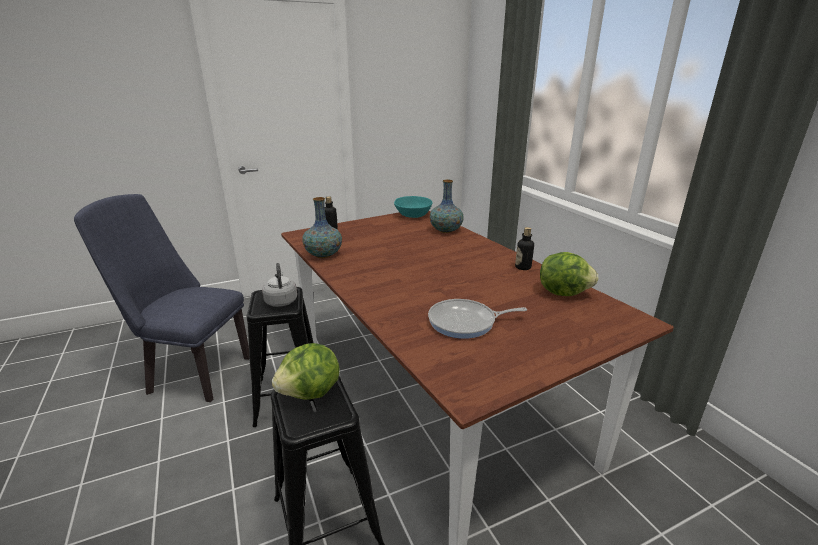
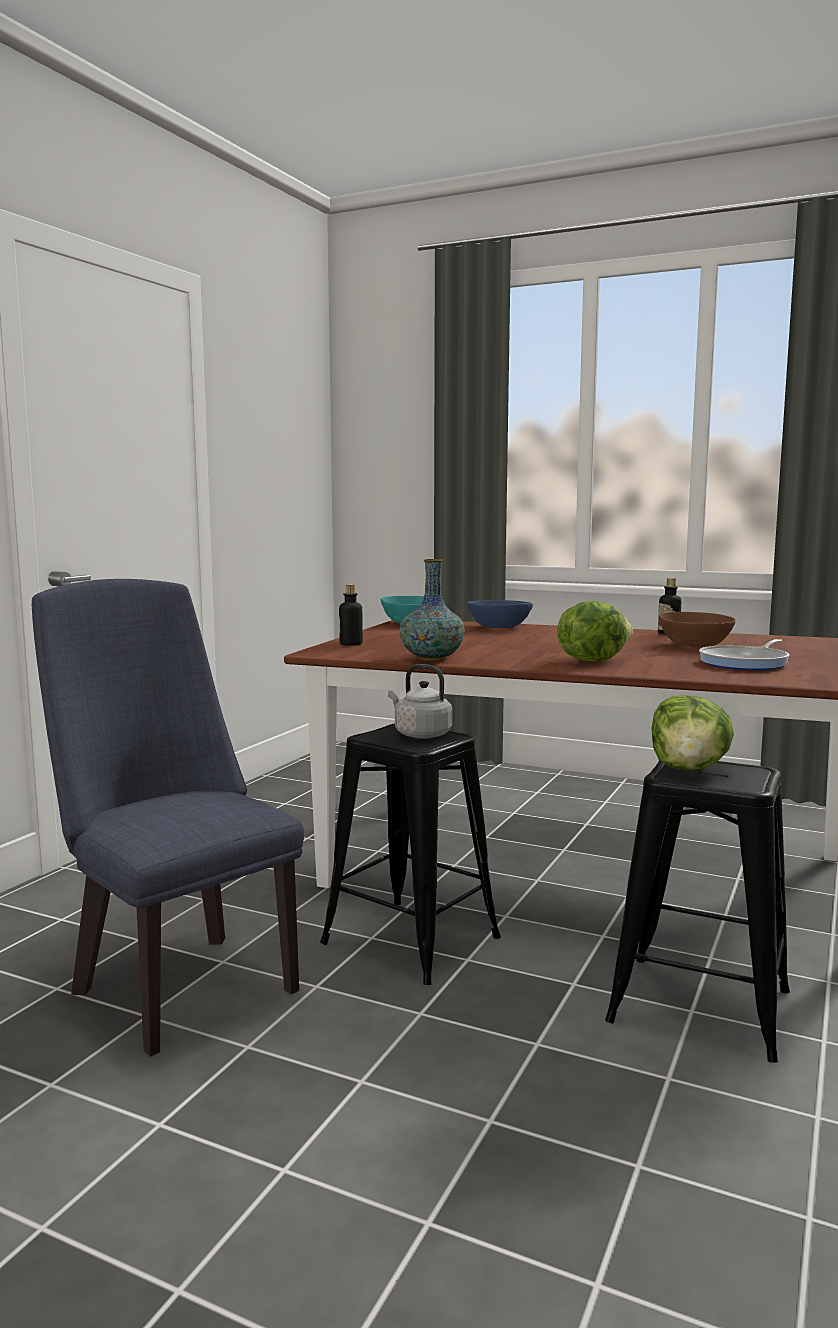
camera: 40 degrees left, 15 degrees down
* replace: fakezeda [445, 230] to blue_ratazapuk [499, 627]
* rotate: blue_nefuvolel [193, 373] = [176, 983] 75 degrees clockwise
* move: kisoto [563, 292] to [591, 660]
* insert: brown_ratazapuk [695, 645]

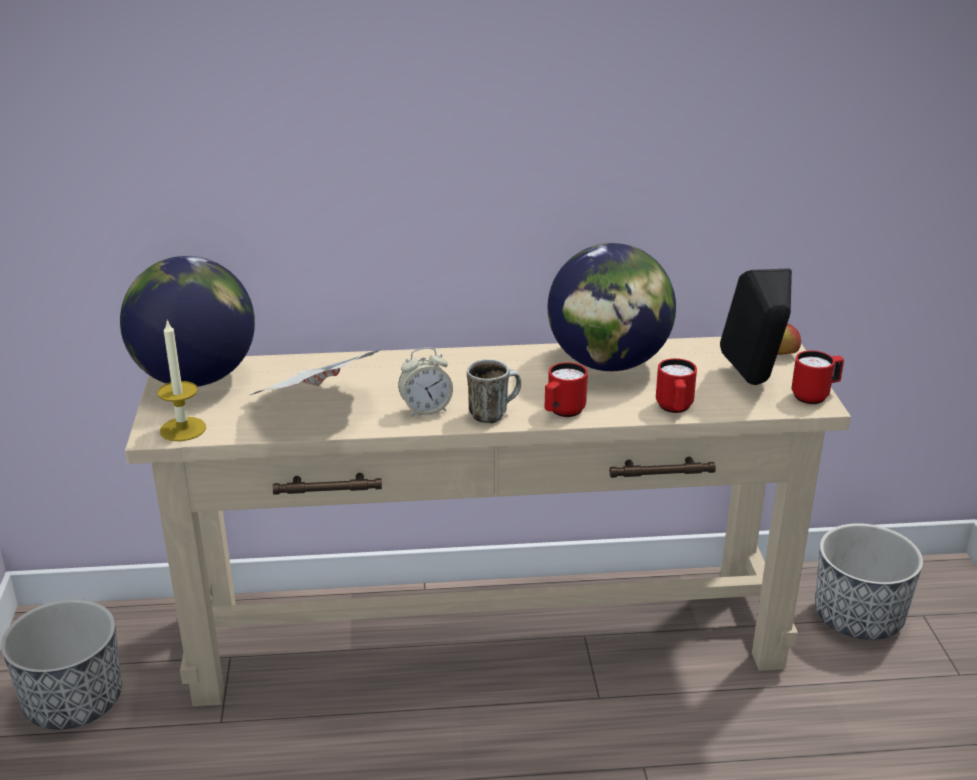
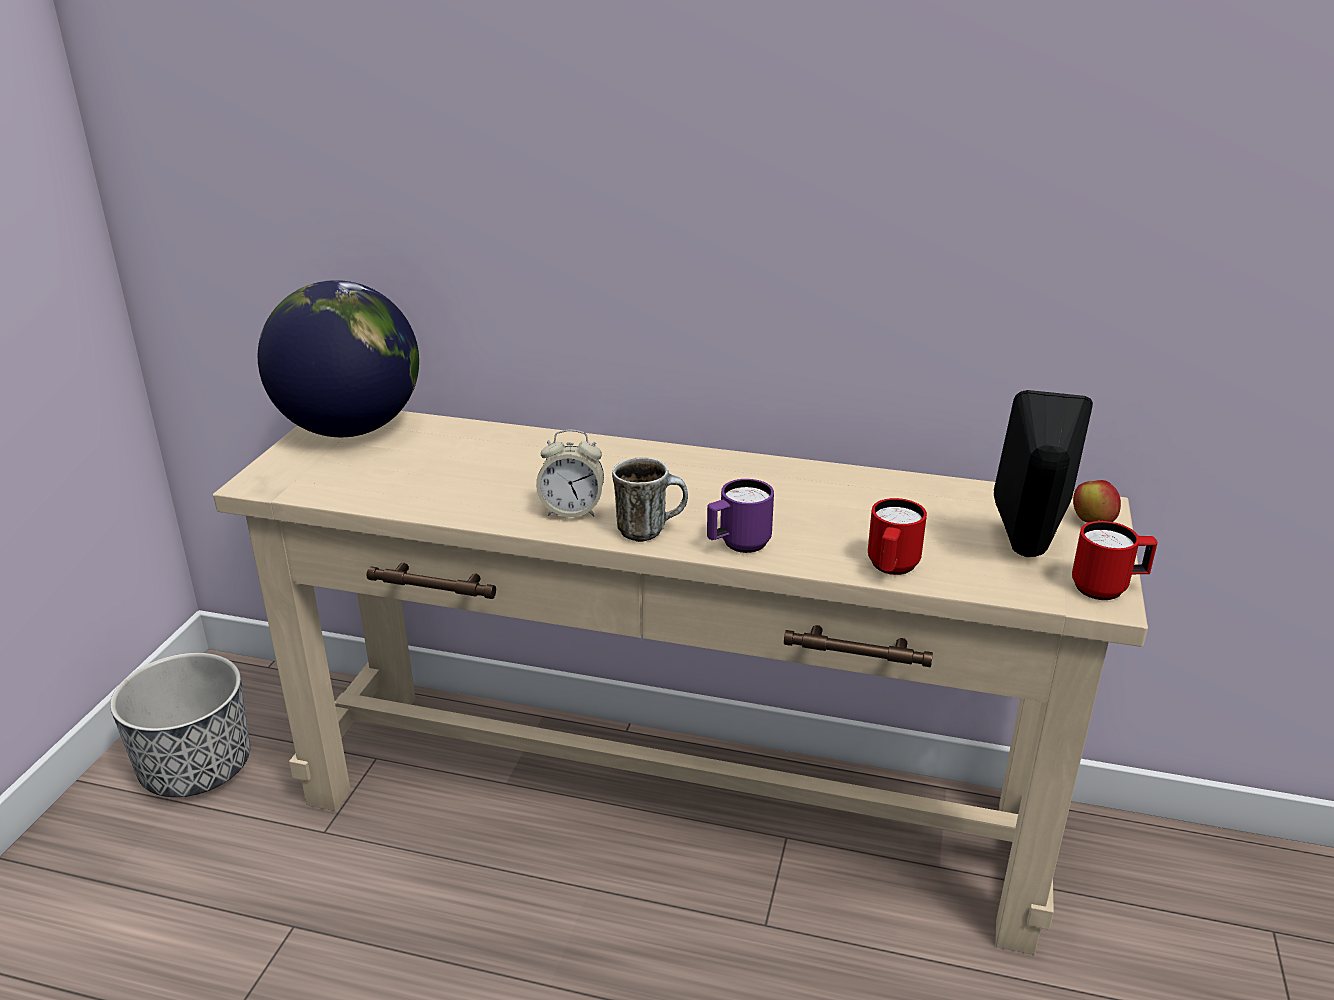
camera: 20 degrees right, 0 degrees up
* delete: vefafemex [608, 364]
* delete: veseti [183, 429]
* delete: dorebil [315, 406]
* recolor: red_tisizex [562, 412] to purple_tisizex [738, 545]
* delete: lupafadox [859, 617]

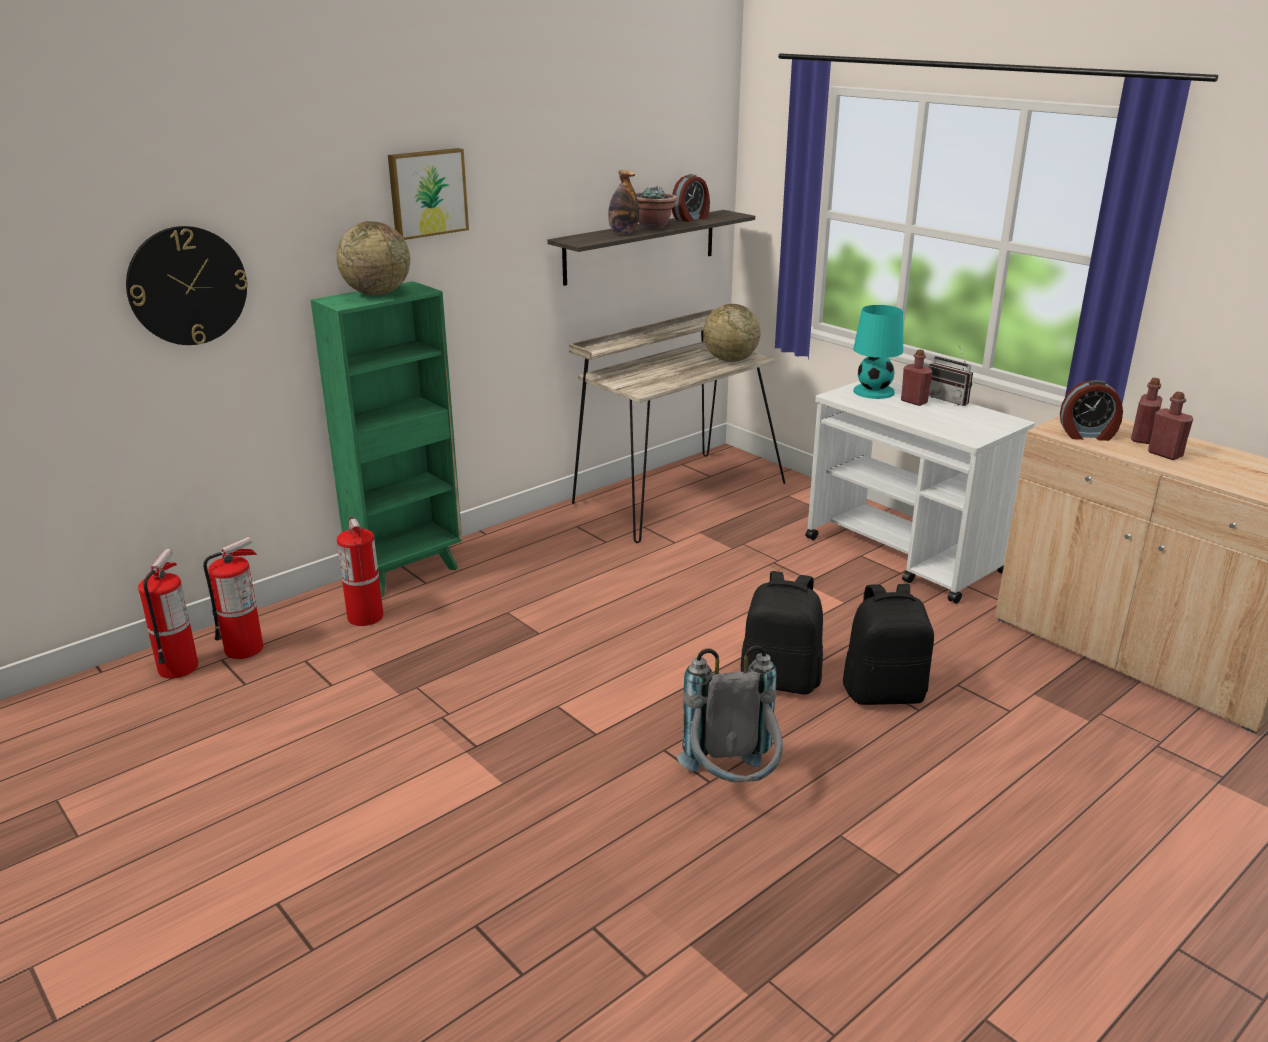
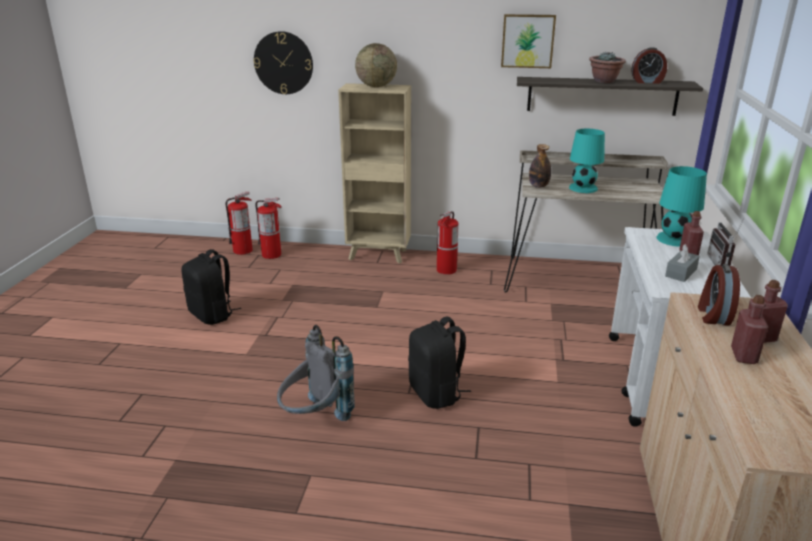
camera: 50 degrees right, 0 degrees up
* move: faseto [427, 193] to [527, 41]
* move: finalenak [623, 233] to [538, 186]
* recolor: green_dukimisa [408, 572] to beige_dukimisa [379, 255]
* delete: vefafemex [730, 360]
* rotate: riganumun [1087, 435] = [713, 315] 45 degrees clockwise
* move: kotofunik [365, 617] to [446, 270]
* move: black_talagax [884, 693] to [212, 315]
* insert: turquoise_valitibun [583, 188]
* insert: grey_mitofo [681, 273]

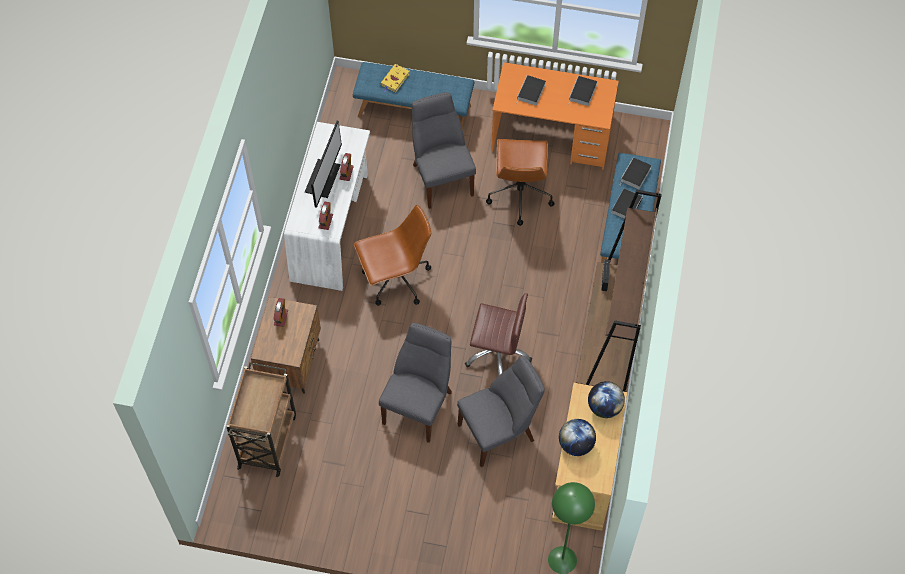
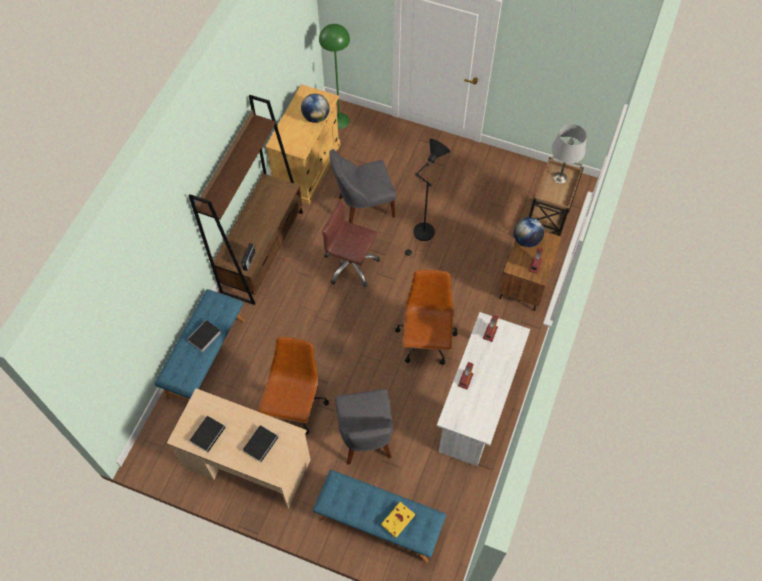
camera: 170 degrees left, 0 degrees up
* recolor: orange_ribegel [551, 139] to beige_ribegel [247, 463]
* delete: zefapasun [323, 178]
* delete: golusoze [635, 175]
* rotate: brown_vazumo [395, 280] = [426, 341] 105 degrees clockwise
* replace: grey_nefuvolel [419, 405] to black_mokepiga [422, 235]
* move: vefafemex [604, 407] to [526, 240]
* insert: grey_valitibun [560, 178]

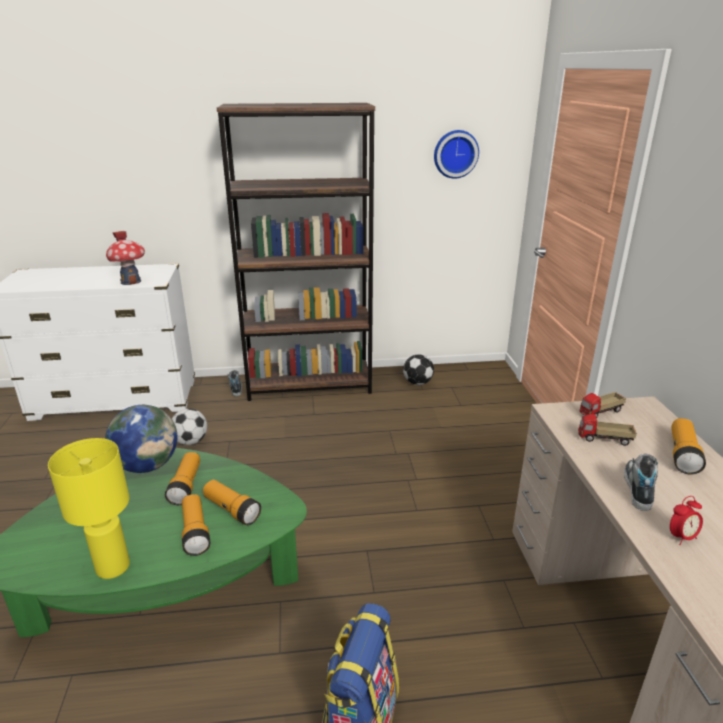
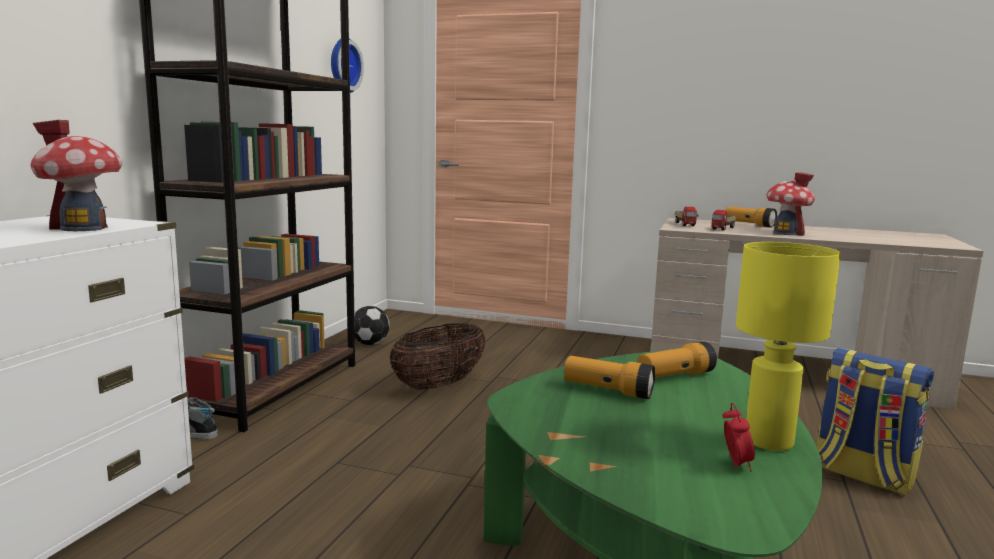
camera: 65 degrees left, 15 degrees down
* delete: vefafemex [147, 465]
* delete: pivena [190, 441]
* replace: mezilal [637, 488] to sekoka [786, 233]
* delete: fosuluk [195, 532]
* move: riganumun [681, 537] to [735, 465]
* insert: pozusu [439, 385]

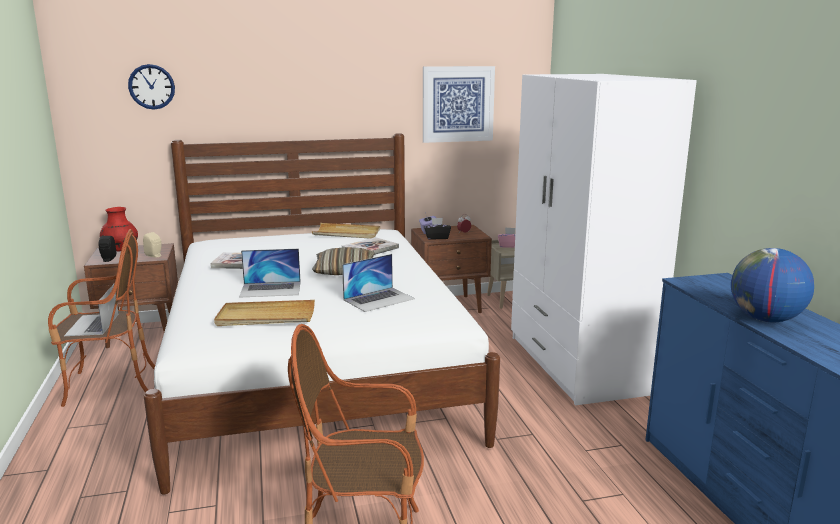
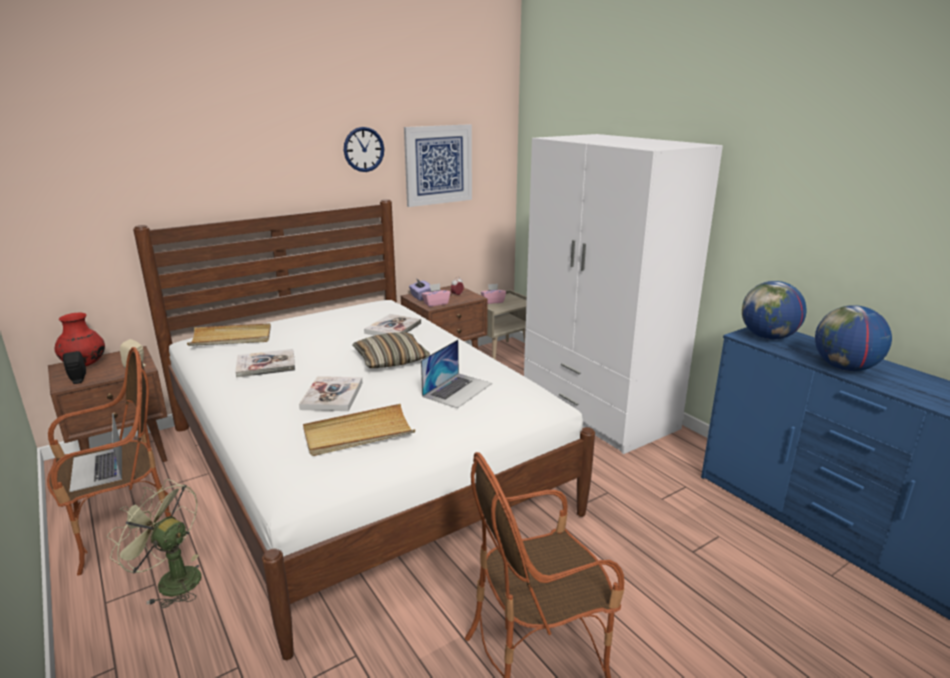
camera: 20 degrees left, 5 degrees up
* move: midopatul [151, 87] to [363, 149]
* recolor: black_mitofo [437, 237] to pink_mitofo [436, 303]
* move: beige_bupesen [347, 233] to [231, 338]
* replace: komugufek [271, 289] to golusoze [332, 395]
* insert: vefafemex [768, 337]
* insert: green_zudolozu [171, 580]

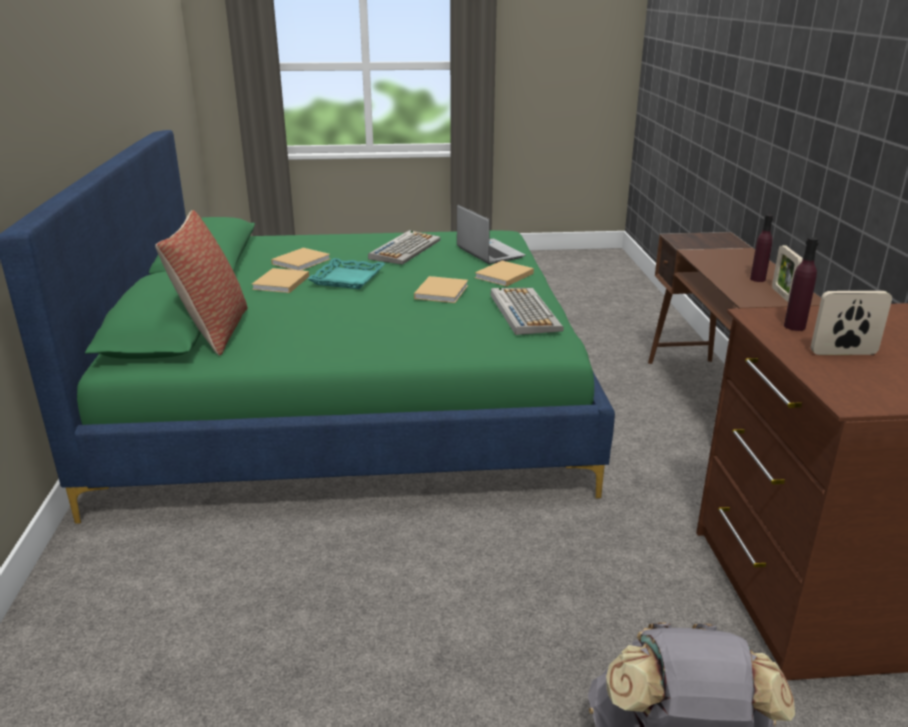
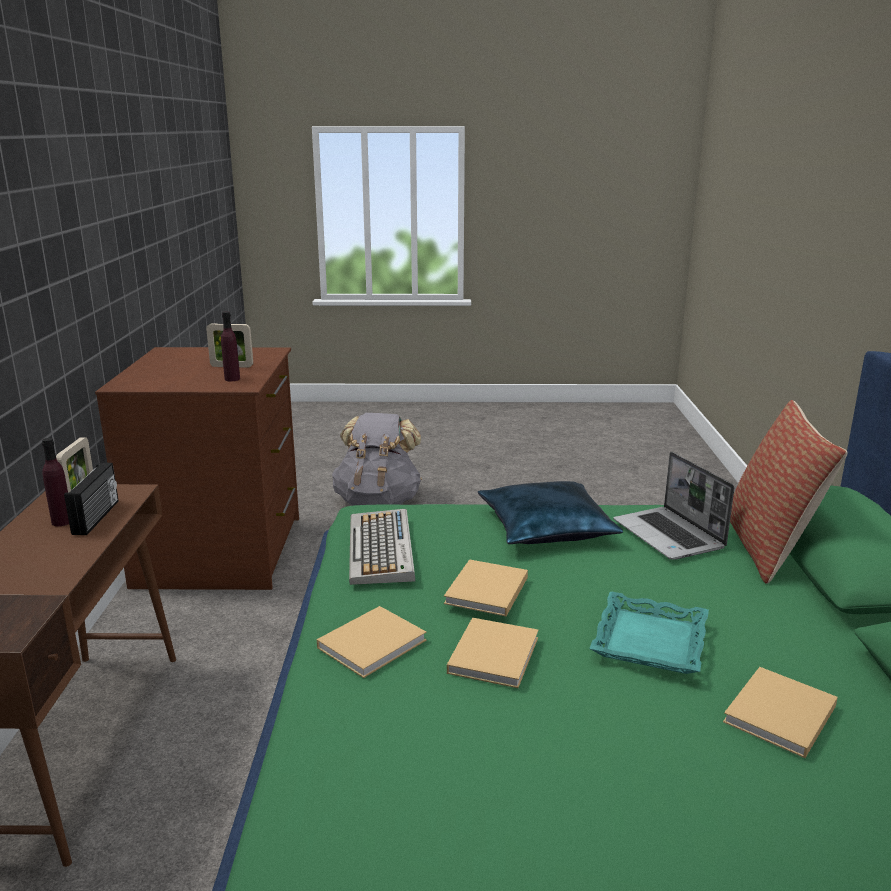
camera: 175 degrees left, 5 degrees down
* move: komugufek [488, 252] to [670, 535]
* delete: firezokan [405, 249]
* move: beige_golusoze [280, 283] to [494, 653]
* insert: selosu [97, 517]
* insert: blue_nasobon [546, 528]

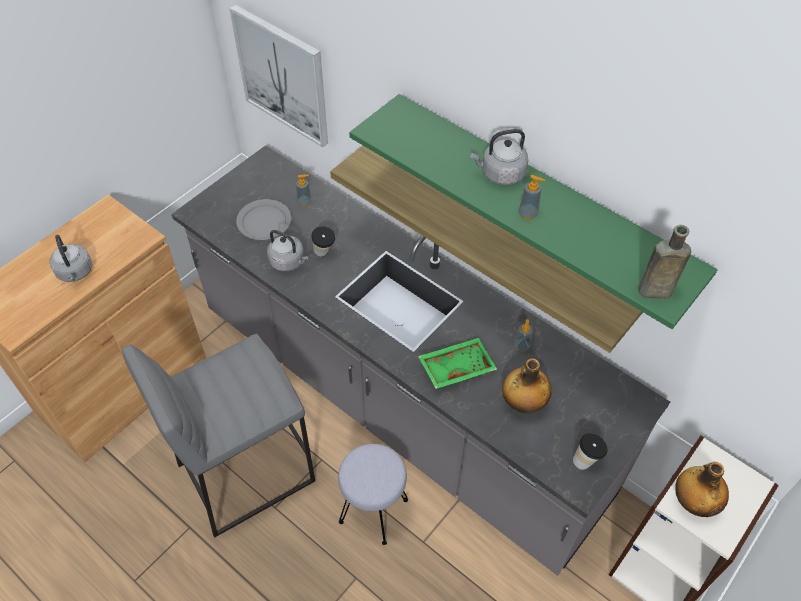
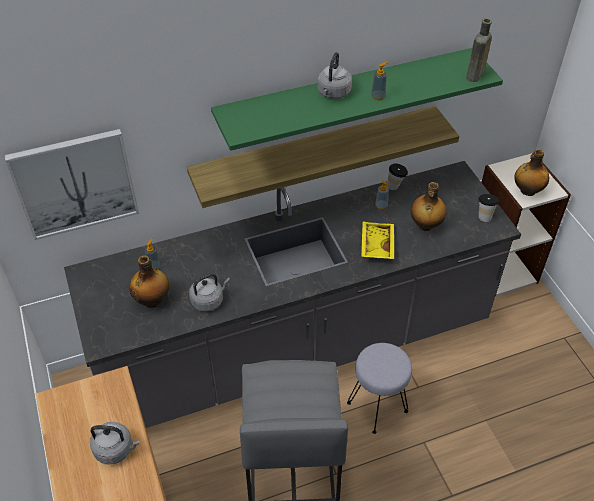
camera: 60 degrees left, 5 degrees down
* replace: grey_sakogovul [264, 222] to finalenak [153, 300]
* move: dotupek [324, 254] to [395, 186]
* recolor: green_bupesen [456, 367] to yellow_bupesen [376, 245]

